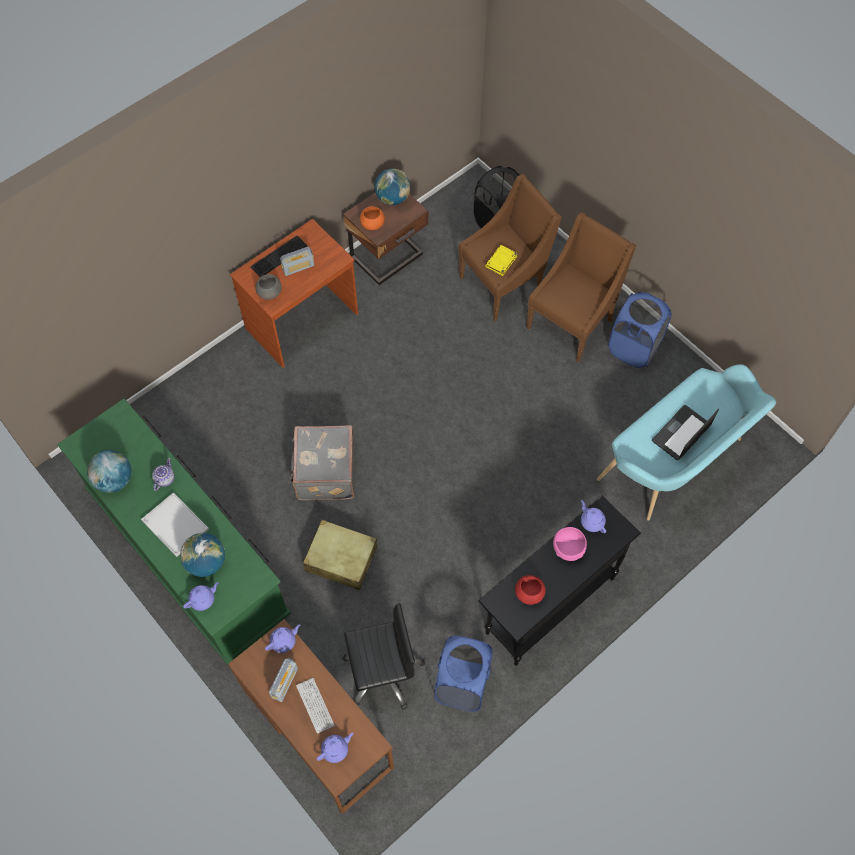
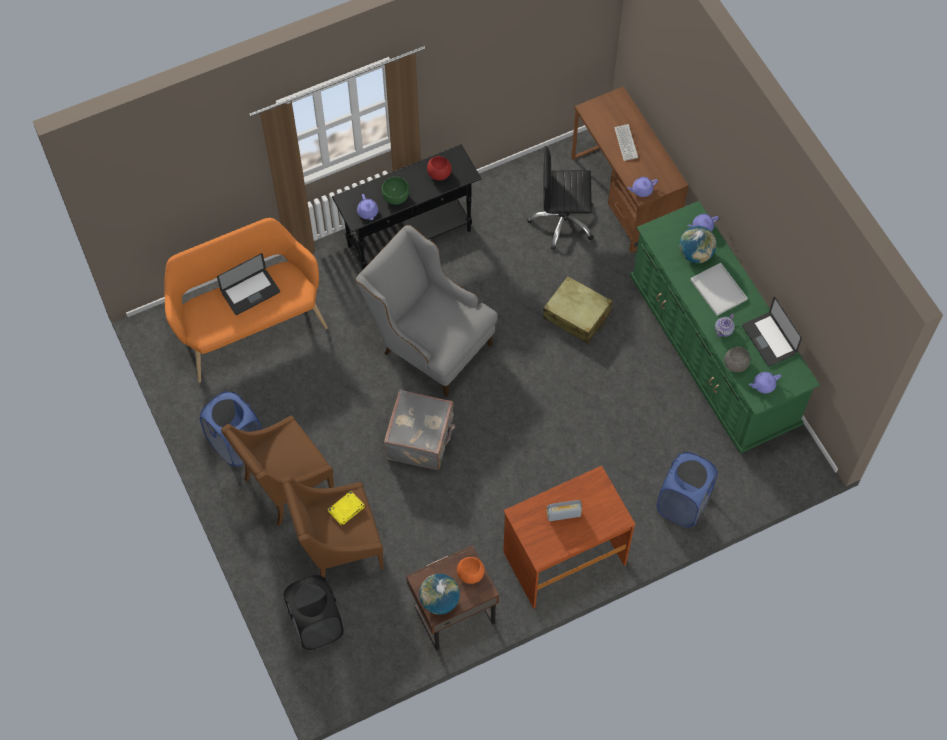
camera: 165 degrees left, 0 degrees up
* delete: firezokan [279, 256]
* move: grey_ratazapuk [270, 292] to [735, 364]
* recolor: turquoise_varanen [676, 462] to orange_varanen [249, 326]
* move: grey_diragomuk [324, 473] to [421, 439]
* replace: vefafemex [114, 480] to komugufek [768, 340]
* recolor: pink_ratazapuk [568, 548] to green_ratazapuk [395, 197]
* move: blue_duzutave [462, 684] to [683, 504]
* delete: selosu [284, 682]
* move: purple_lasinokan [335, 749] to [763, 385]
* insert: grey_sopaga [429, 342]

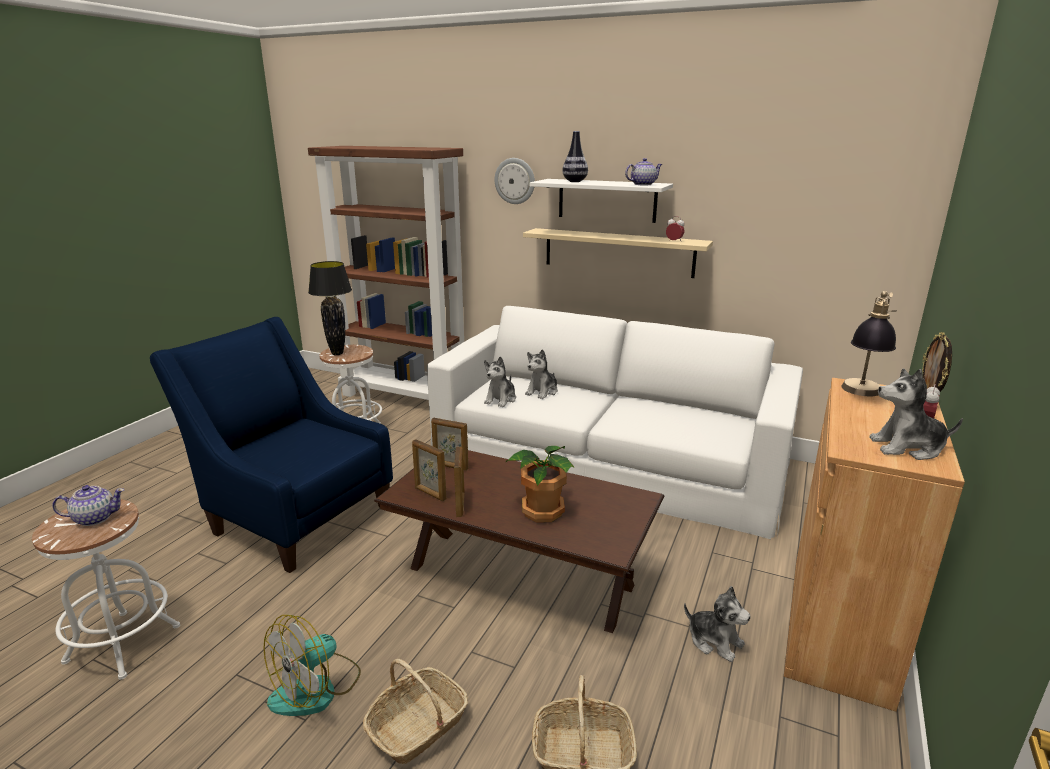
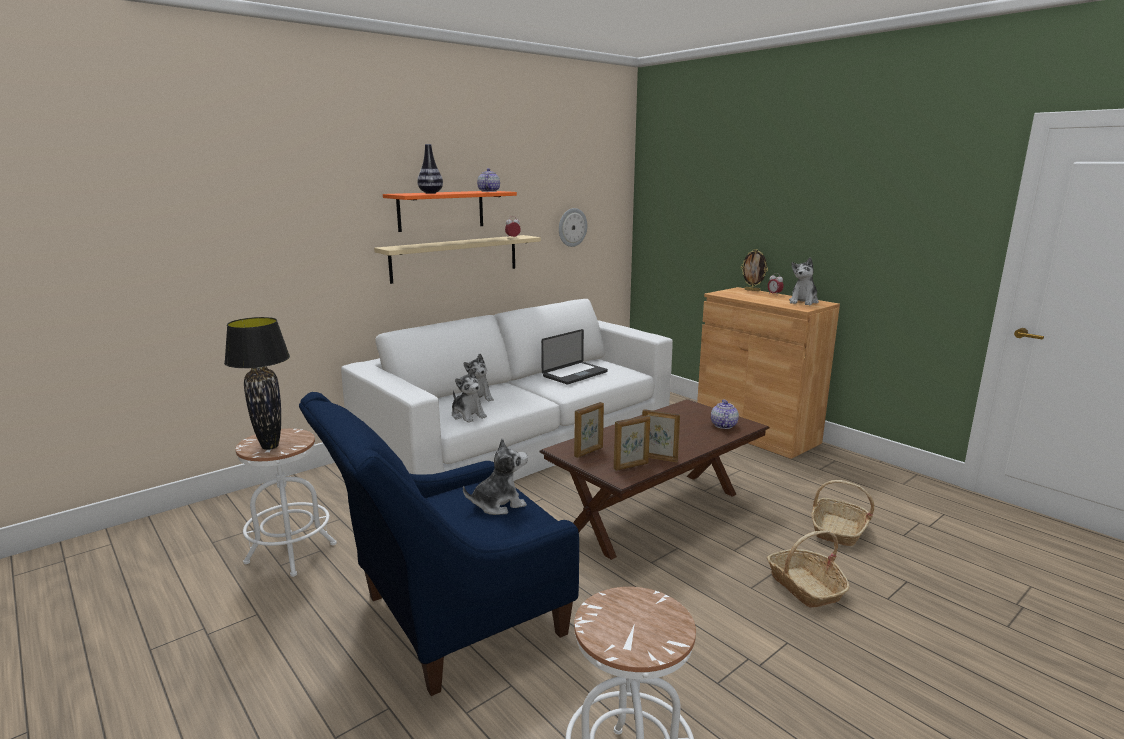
camera: 65 degrees left, 5 degrees down
* delete: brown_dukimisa [405, 398]
* move: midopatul [515, 181] to [572, 227]
* recolor: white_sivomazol [607, 200] to orange_sivomazol [441, 210]
* delete: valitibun [861, 395]
* delete: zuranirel [542, 511]
* move: lasinokan [94, 518] to [723, 425]
* move: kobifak [714, 641] to [498, 504]
* delete: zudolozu [316, 688]
* insert: komugufek [575, 374]

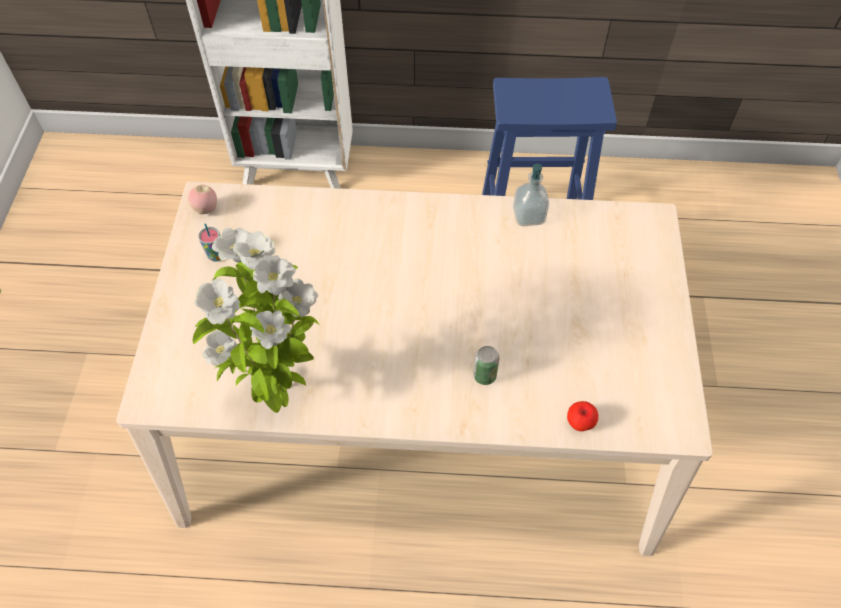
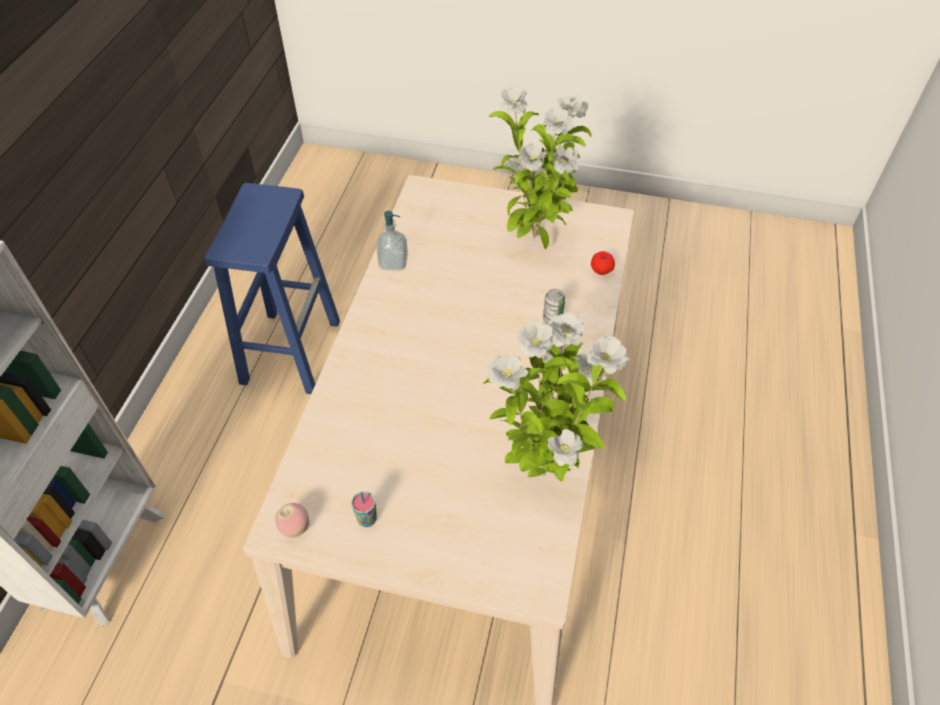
camera: 80 degrees left, 5 degrees down
* insert: zuranirel [535, 240]

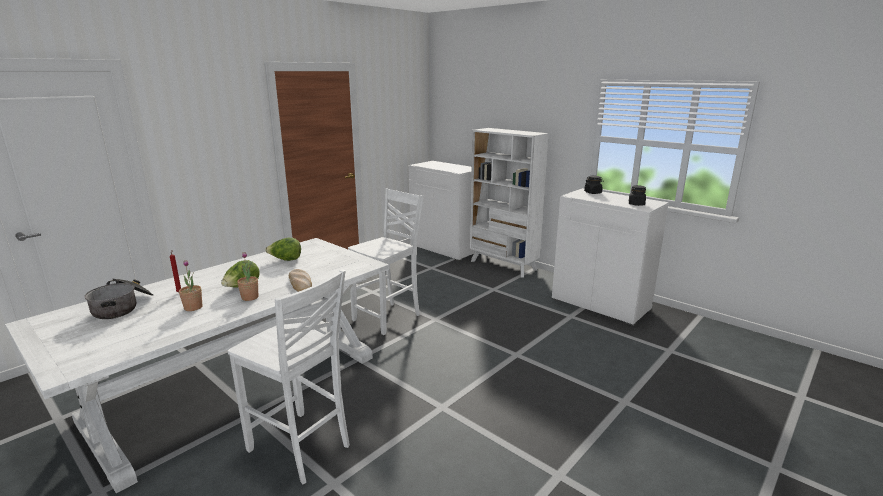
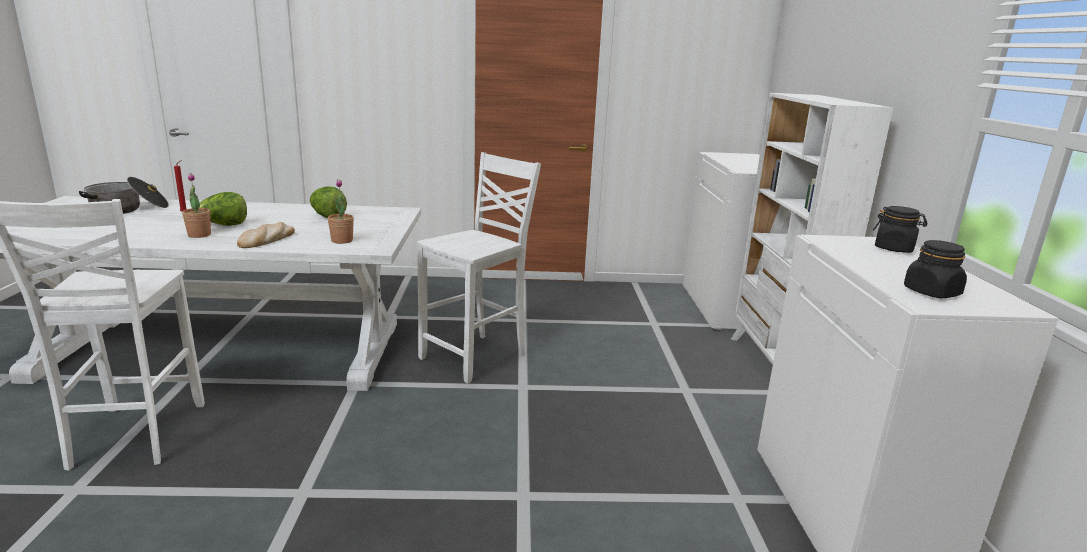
camera: 45 degrees right, 0 degrees up
* rotate: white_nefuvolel [388, 318] = [476, 357] 45 degrees counterclockwise
* move: zuranirel [193, 307] to [342, 241]

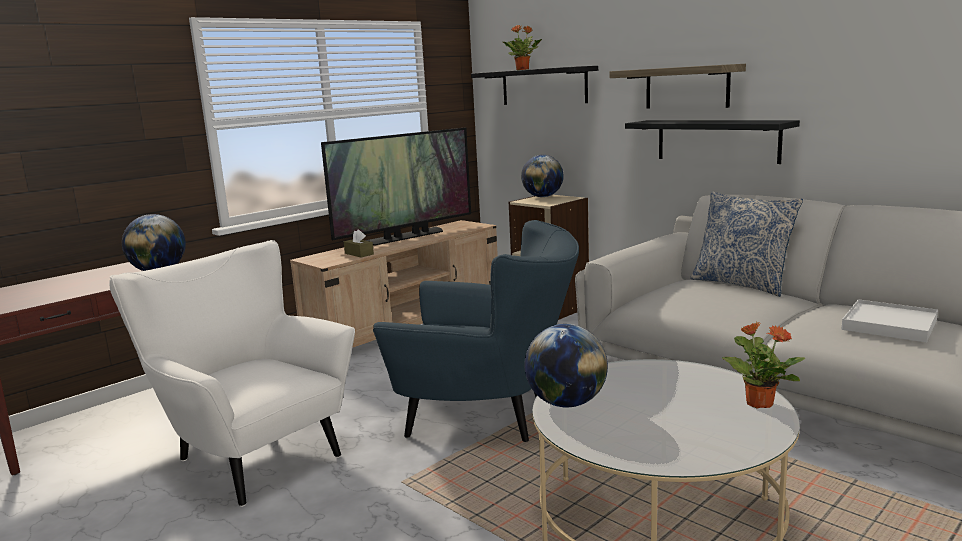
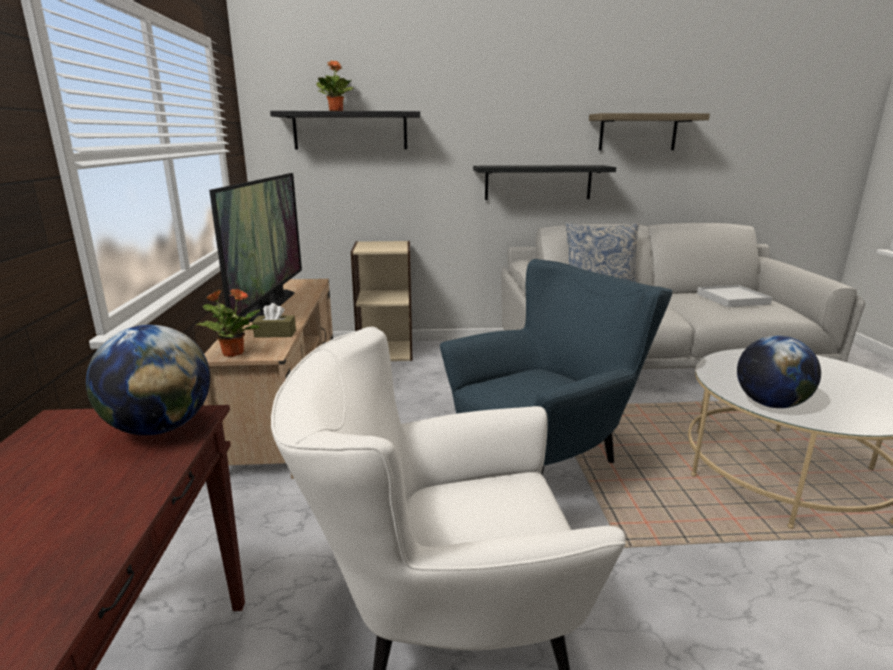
camera: 50 degrees left, 5 degrees up
* move: sivomazol [686, 87] to [638, 132]
* delete: vefafemex [543, 197]
* move: zuranirel [758, 403] to [232, 353]

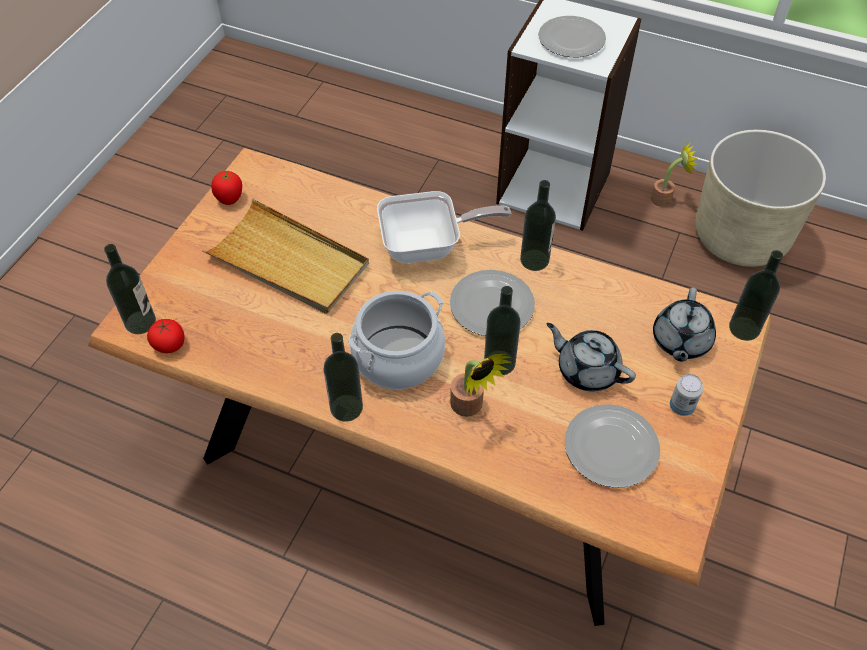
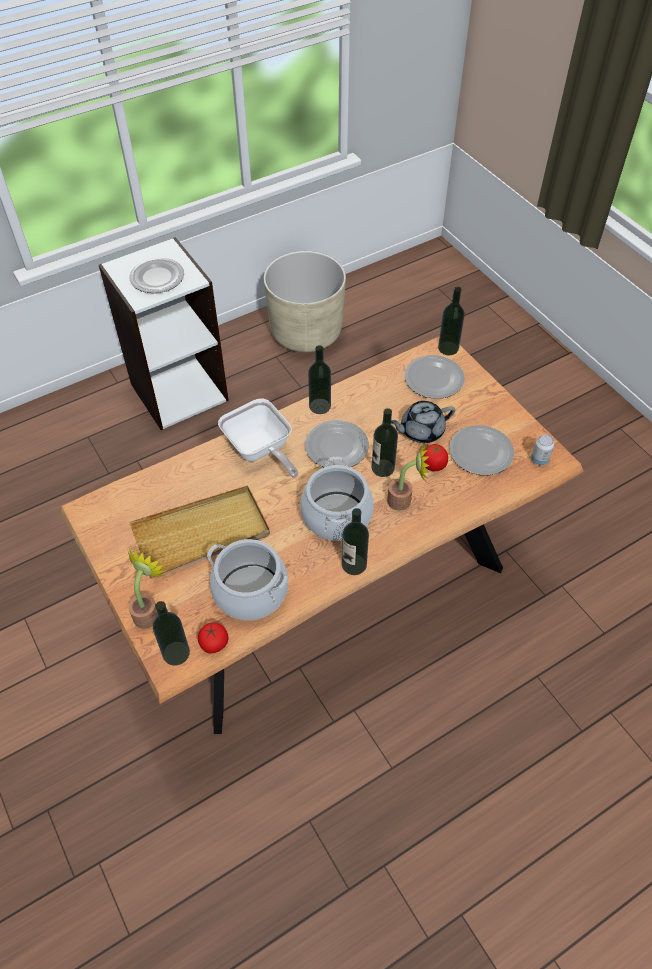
camera: 55 degrees left, 0 degrees up
* move: zuranirel [665, 198] to [149, 612]
* move: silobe [229, 198] to [434, 465]
* rotate: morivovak [428, 246] = [260, 451] 120 degrees clockwise
* replace: grey_lasinokan [680, 341] to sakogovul [435, 379]
* move: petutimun [681, 407] to [539, 460]
* insert: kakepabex [250, 591]

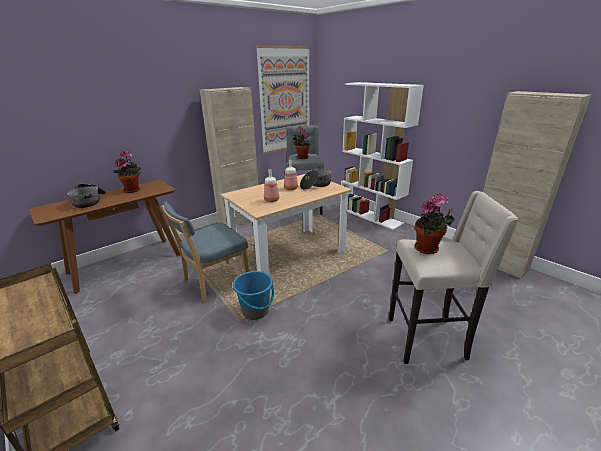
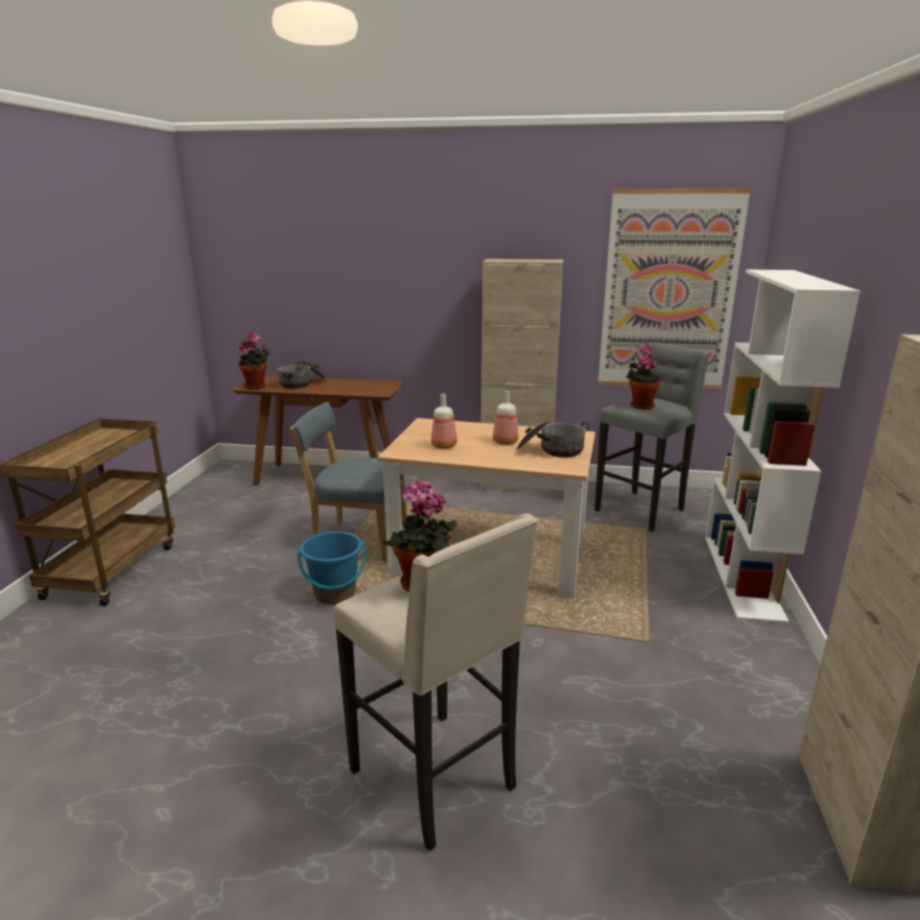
camera: 50 degrees right, 5 degrees down
* move: zuranirel [133, 190] to [257, 386]

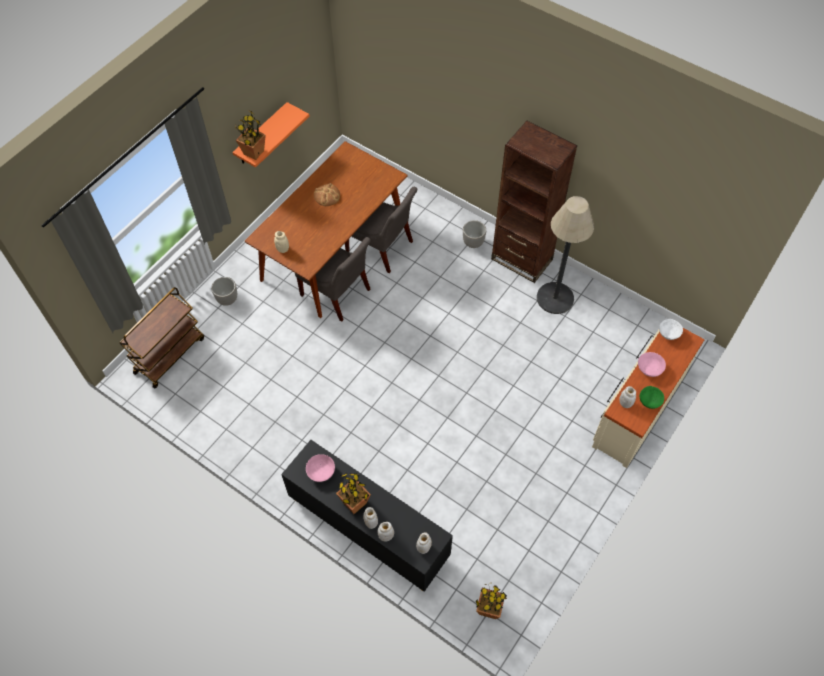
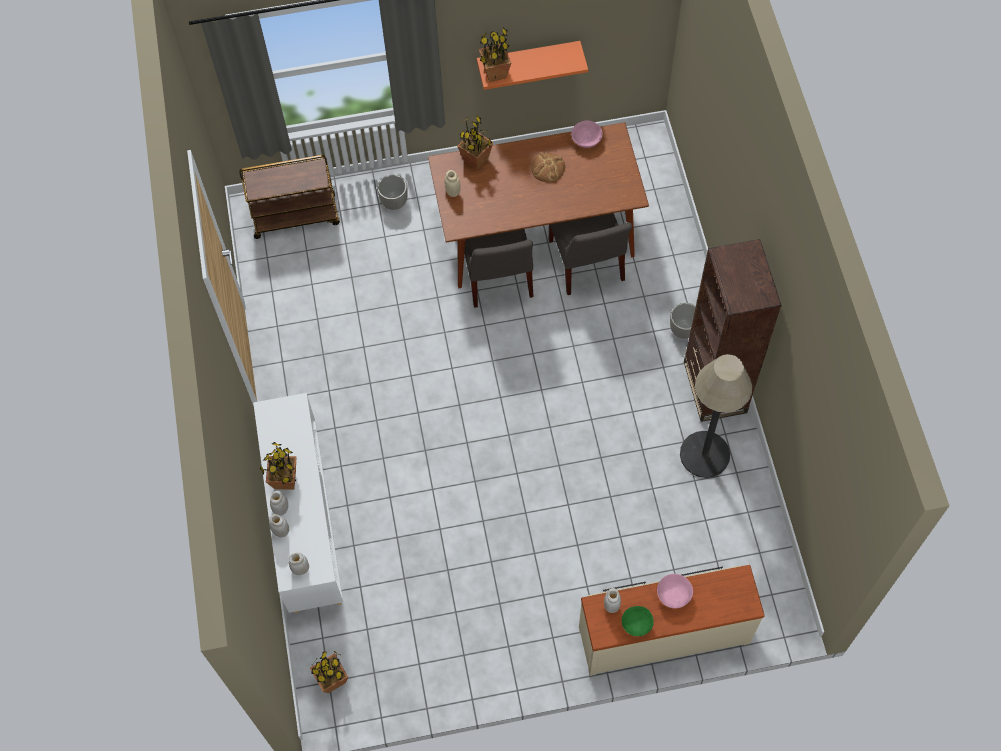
camera: 45 degrees right, 5 degrees up
* delete: white_ratazapuk [668, 334]
* recolor: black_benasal [368, 529] to white_benasal [304, 519]
* move: pink_ratazapuk [321, 472] to [586, 140]
* insert: zuranirel [476, 159]

